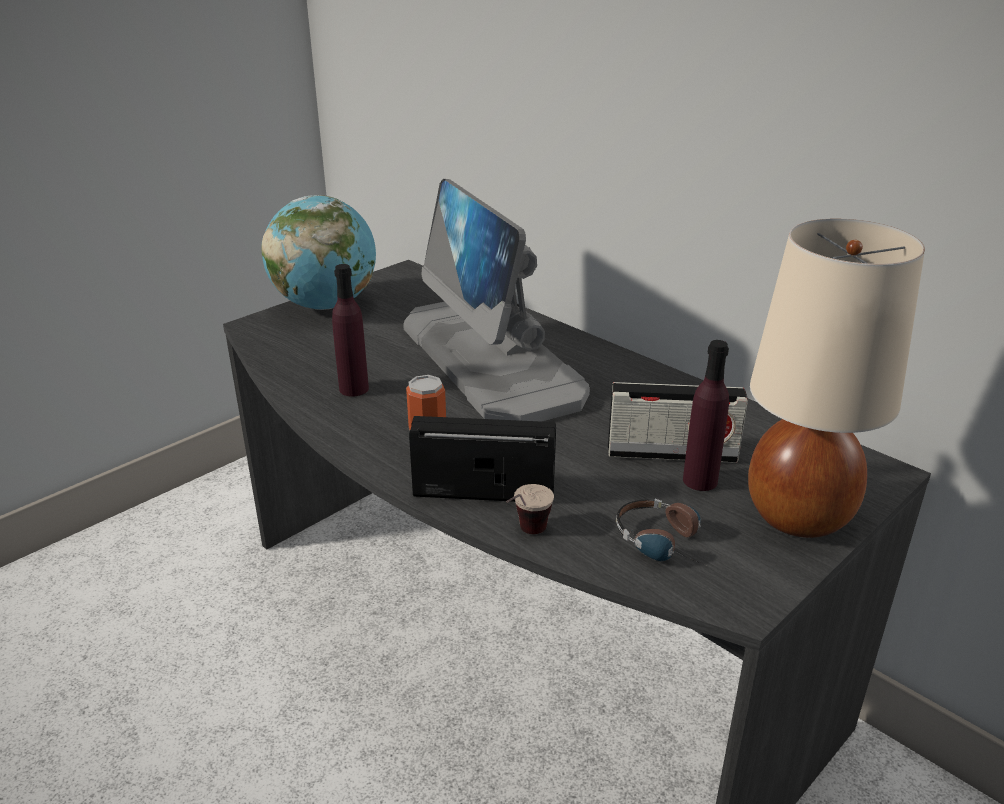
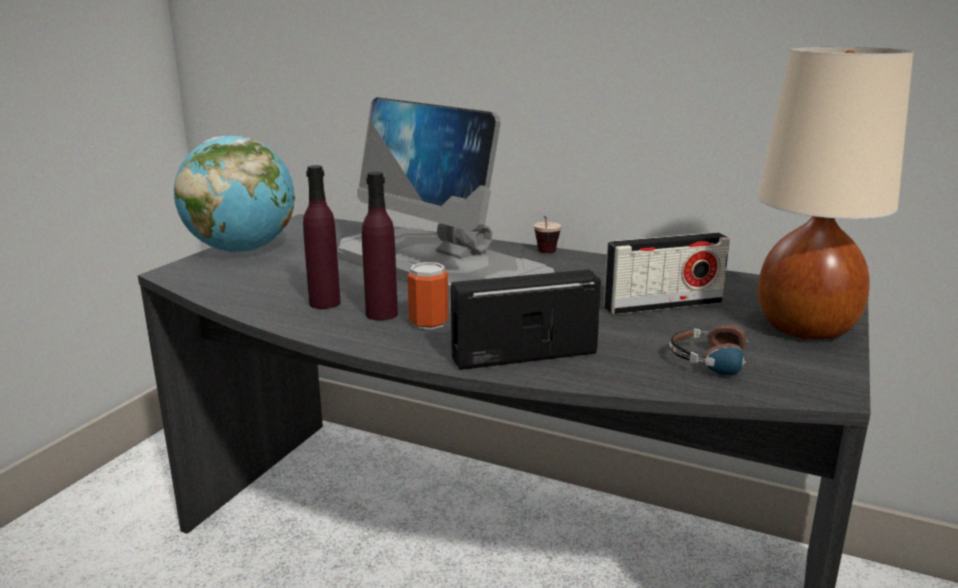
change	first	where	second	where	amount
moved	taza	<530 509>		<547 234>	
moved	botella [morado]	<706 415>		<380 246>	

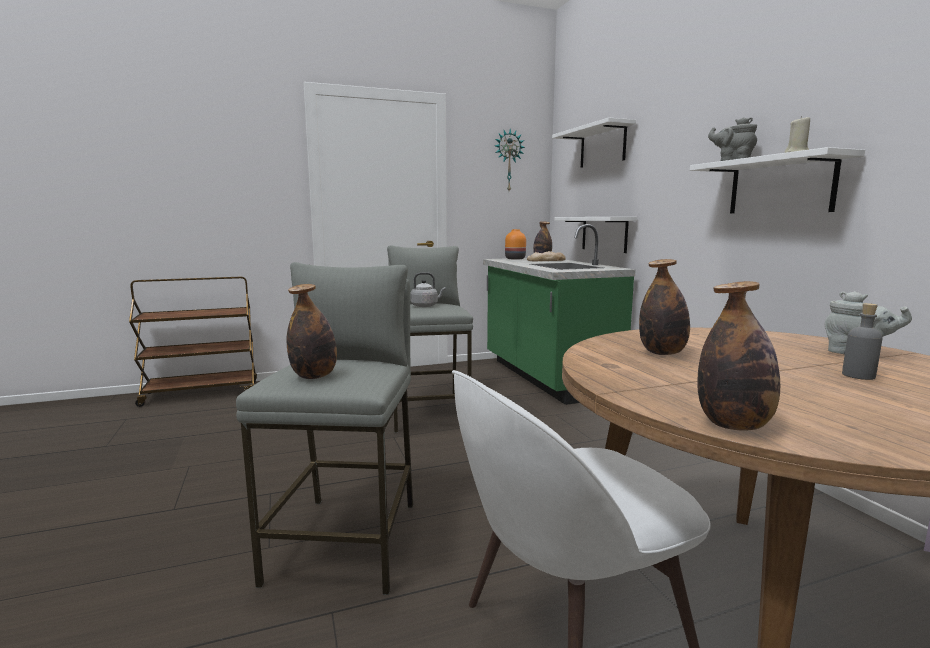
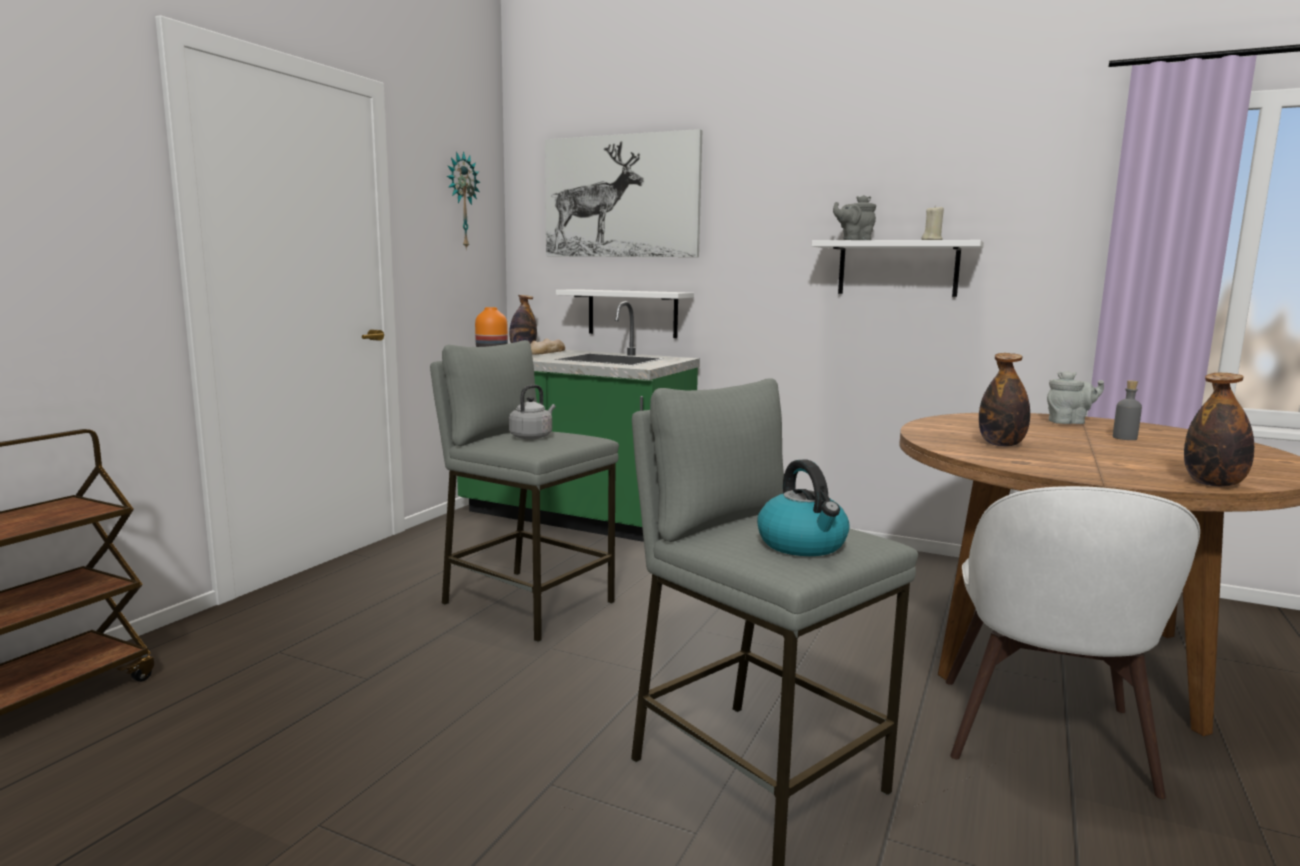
change	first	where	second	where	amount
replaced	botella	<312 331>	hervidor	<803 507>	
replaced	estante [blanco]	<594 142>	cuadro	<623 193>	

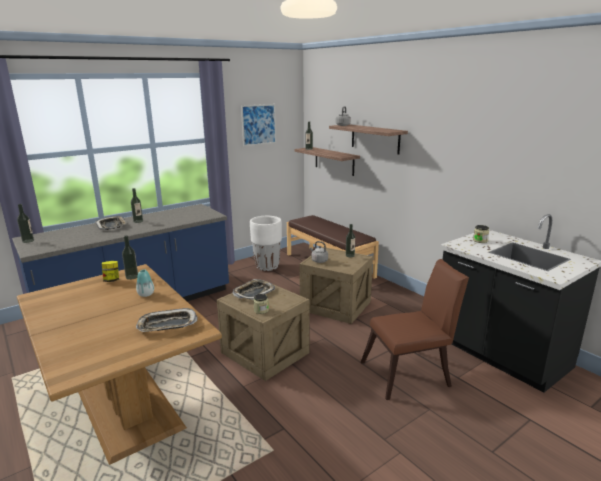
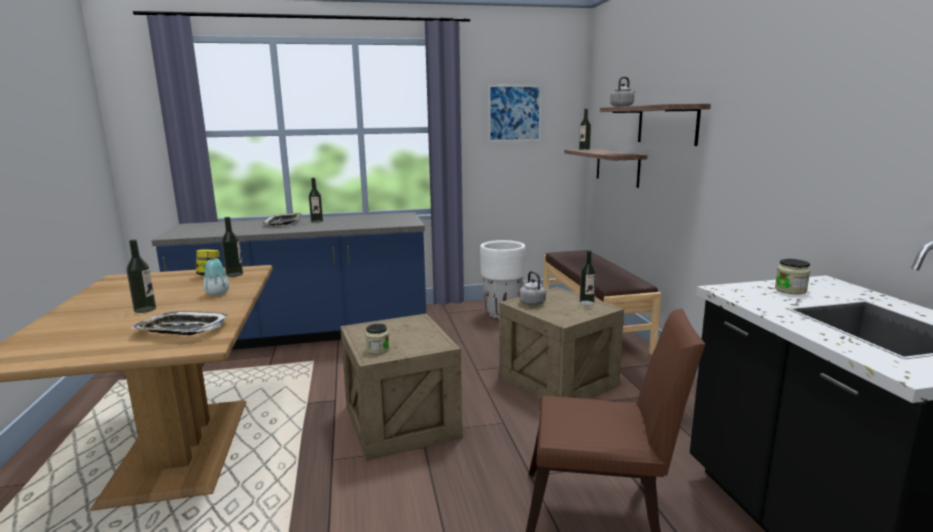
change	first	where	second	where	amount
removed	bandeja	<253 289>			
moved	botella	<25 223>		<141 276>	

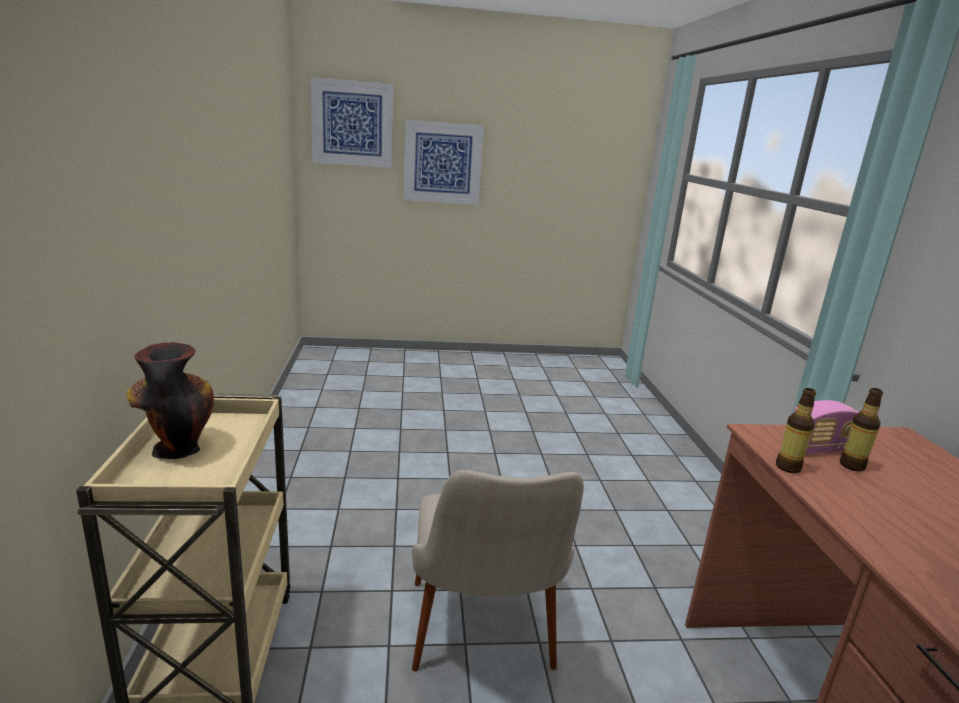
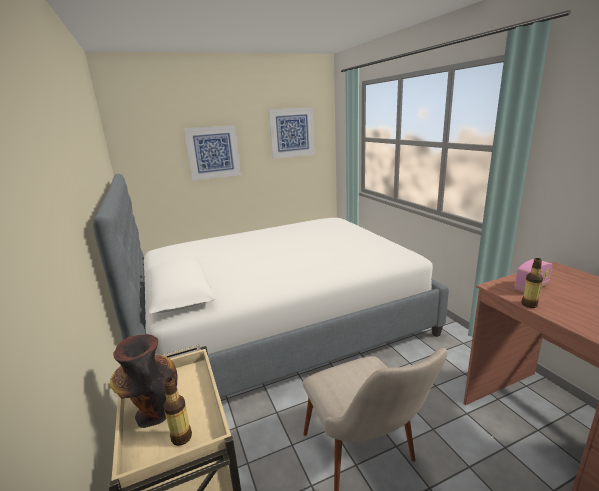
change	first	where	second	where	amount
added			cama	<271 286>	
moved	cuadro	<352 122>		<291 133>	
moved	botella	<861 429>		<177 411>	

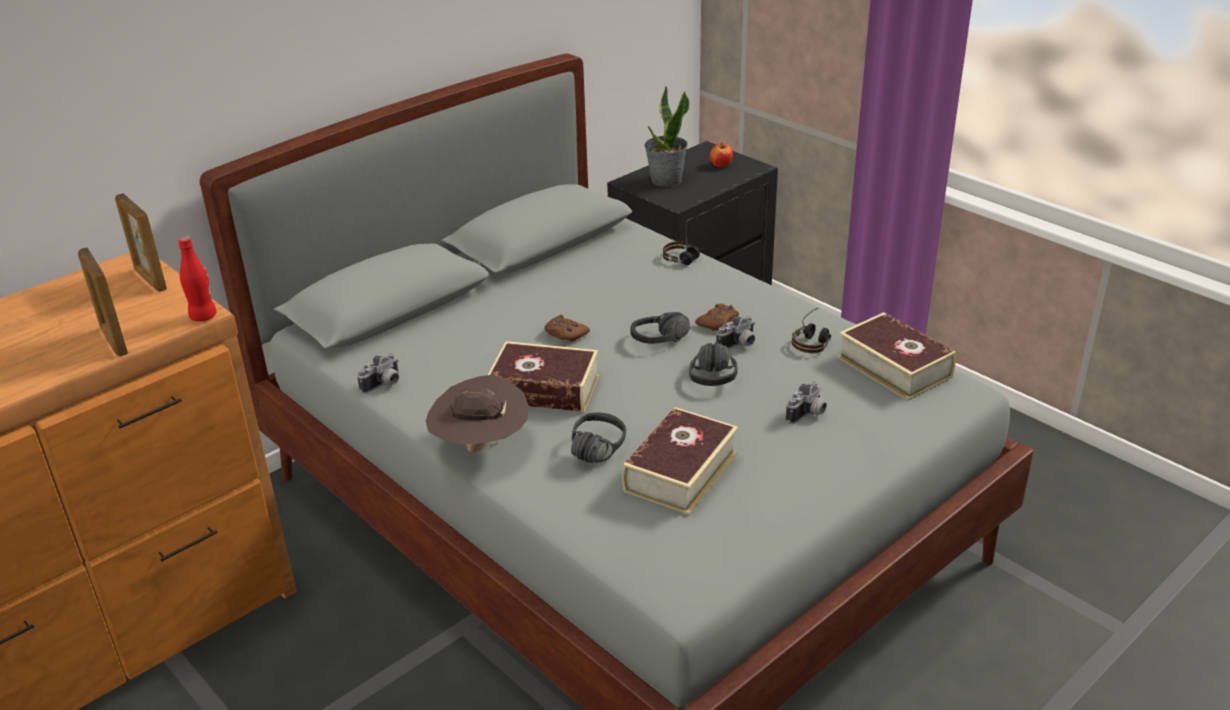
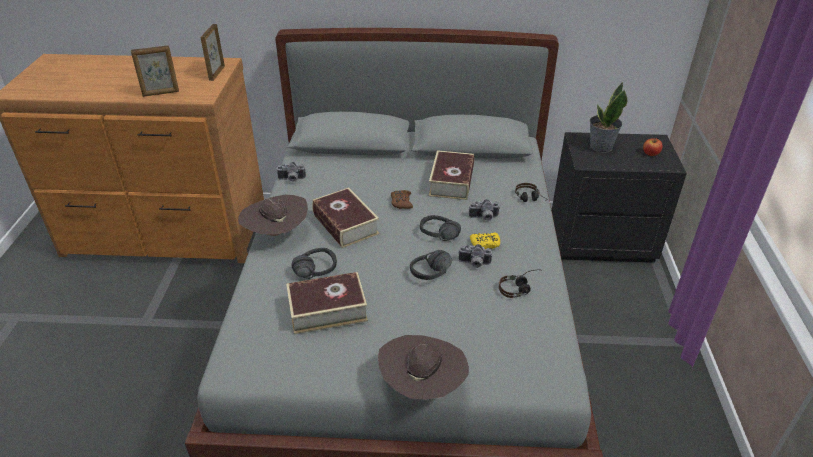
change	first	where	second	where	amount
removed	botella [rojo]	<197 279>			
added			sombrero [marrón]	<423 367>	
moved	cámara	<806 402>		<484 210>	
moved	libro	<896 356>		<451 175>	
recoloured	mando de consola [marrón]	<717 317>	mando de consola [amarillo]	<485 241>	
turned	portarretratos	<103 302>		<155 71>	120 degrees counterclockwise

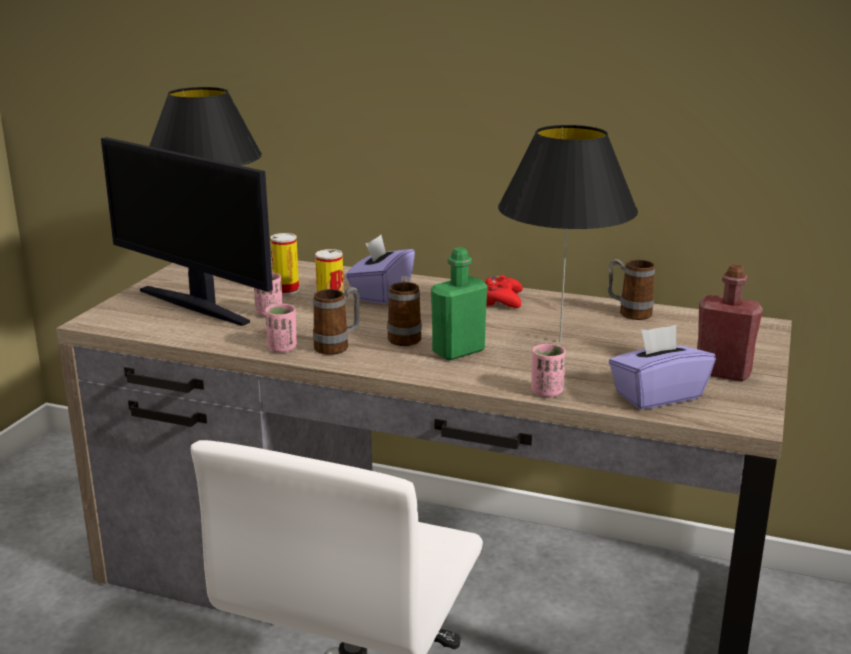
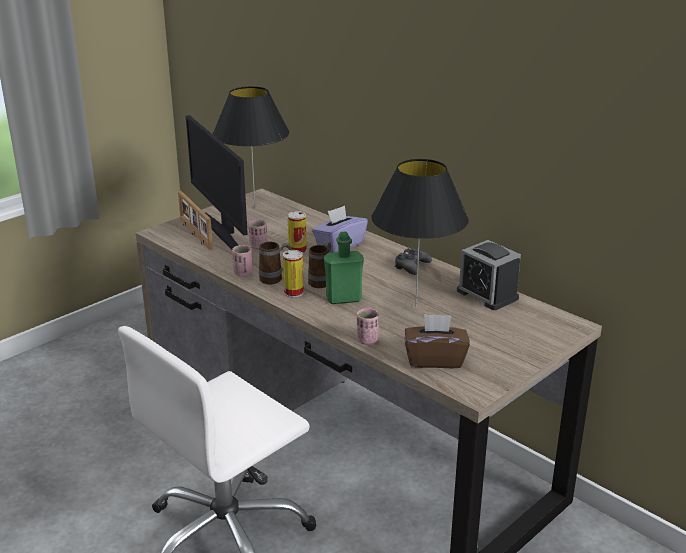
change	first	where	second	where	amount
removed	botella [rojo]	<730 322>			
added			portarretratos	<195 220>	
moved	lata	<284 264>		<293 274>	
replaced	taza grande	<631 289>	despertador	<489 275>	
recoloured	mando de consola [rojo]	<504 291>	mando de consola [negro]	<413 261>	
recoloured	caja de pañuelos [morado]	<662 367>	caja de pañuelos [marrón]	<437 341>	

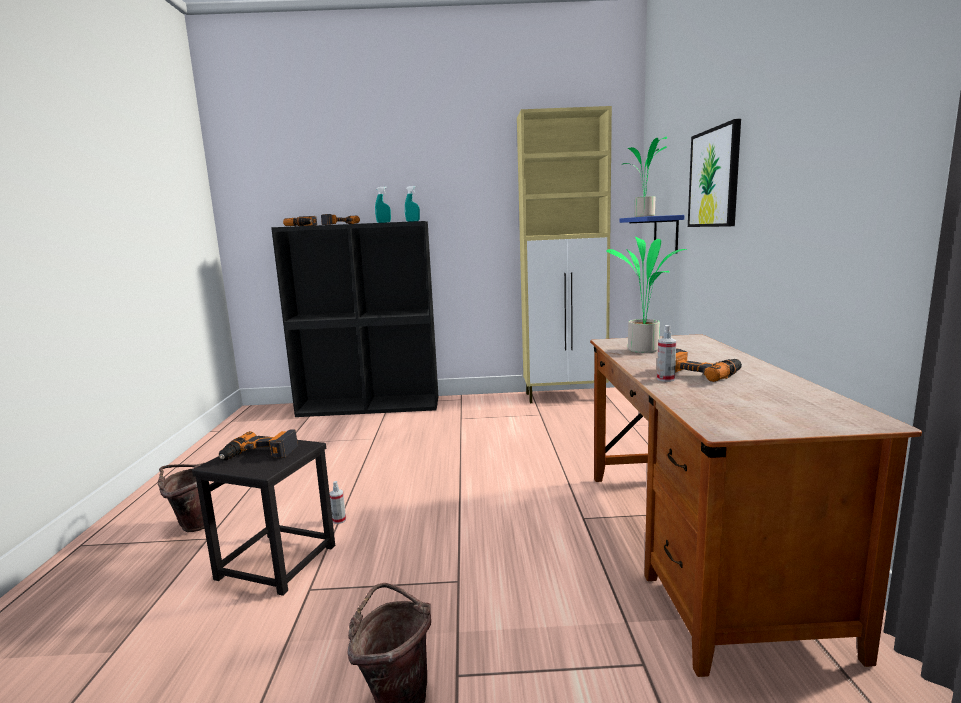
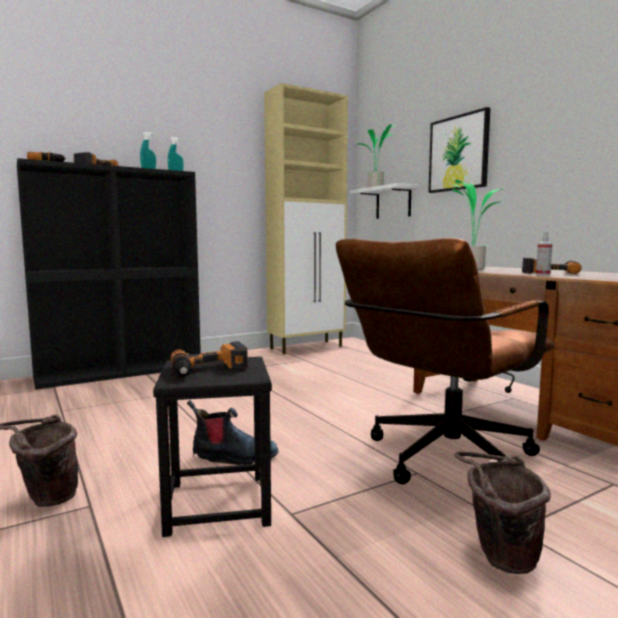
change	first	where	second	where	amount
added			silla de oficina [marrón]	<445 361>	
replaced	pulverizador	<338 502>	bota	<233 432>	
recoloured	estante [azul]	<652 234>	estante [blanco]	<384 201>	

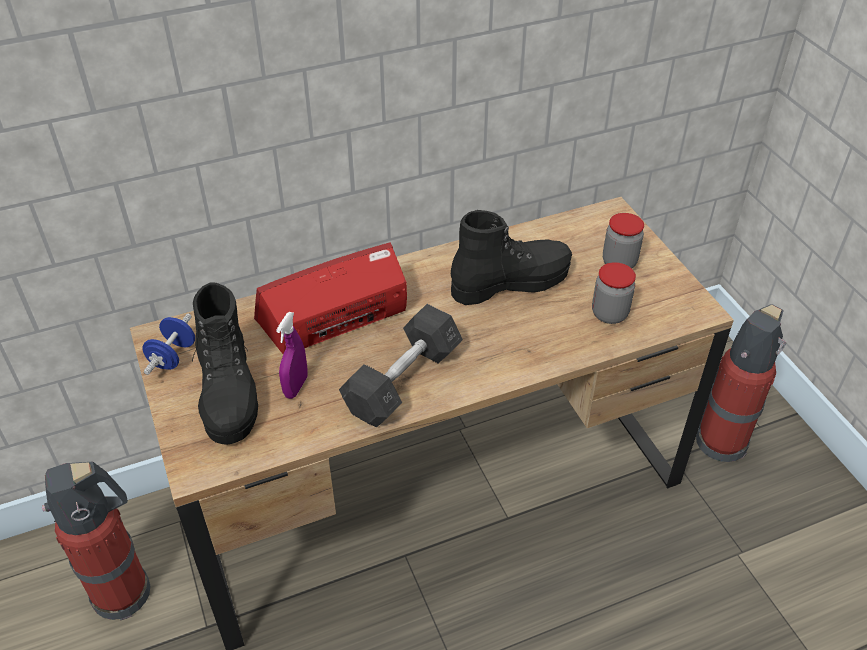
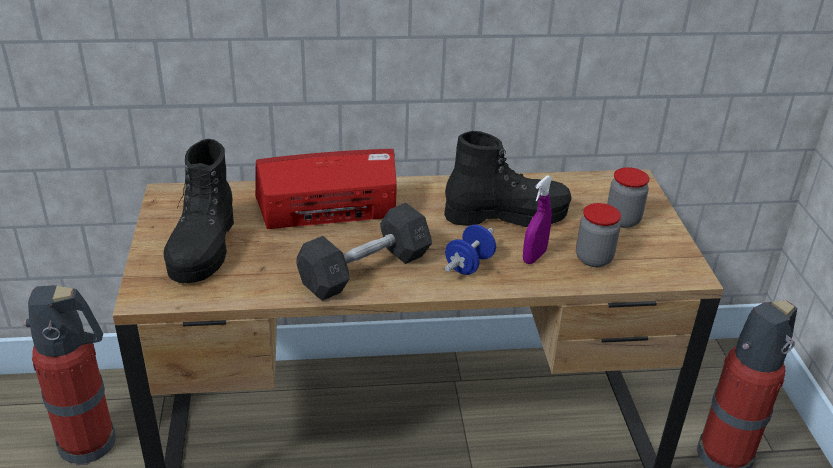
change	first	where	second	where	amount
moved	mancuerna [azul]	<168 344>		<470 250>	
moved	pulverizador [morado]	<292 355>		<538 219>	

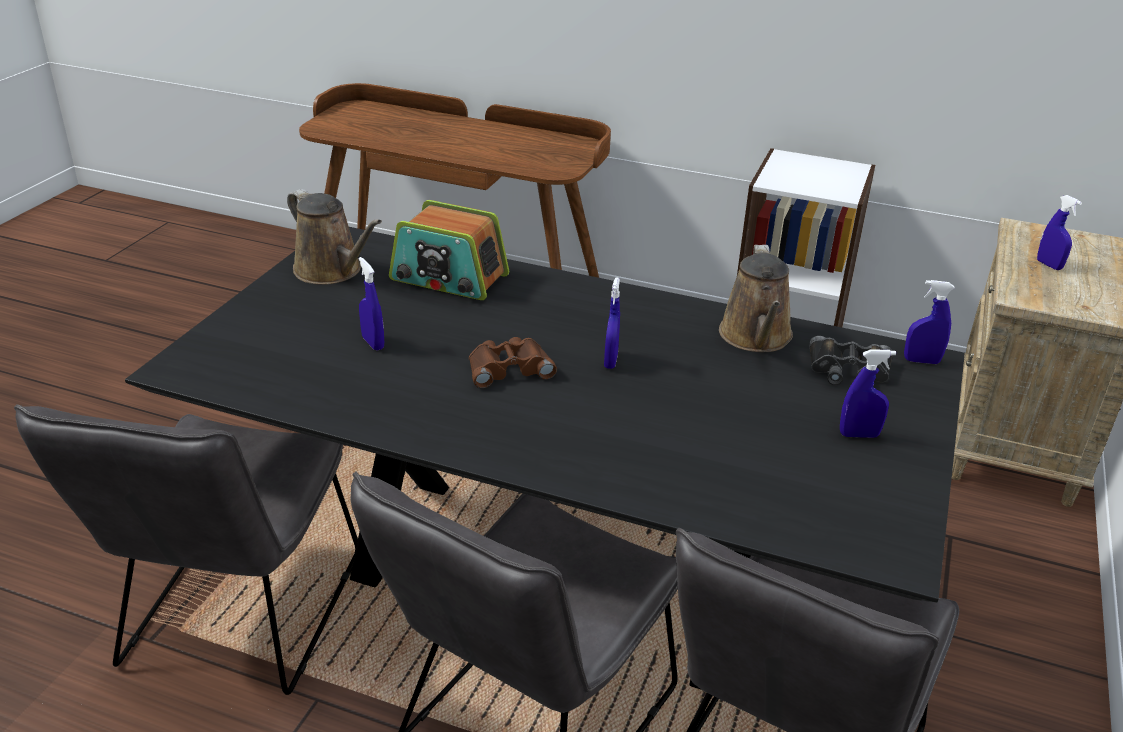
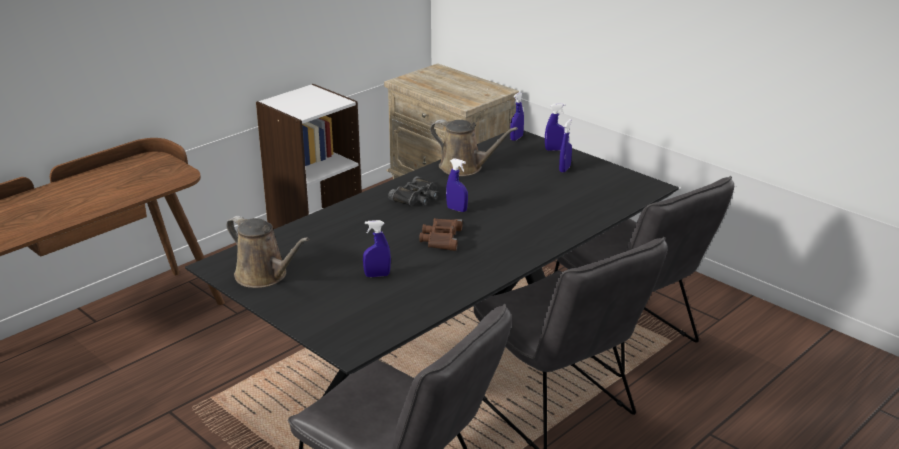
change	first	where	second	where	amount
removed	radio	<449 250>			
moved	prismáticos [negro]	<851 360>		<413 191>	
moved	pulverizador [azul]	<1059 232>		<555 127>	
turned	regadera [marrón]	<334 237>		<268 252>	60 degrees clockwise

